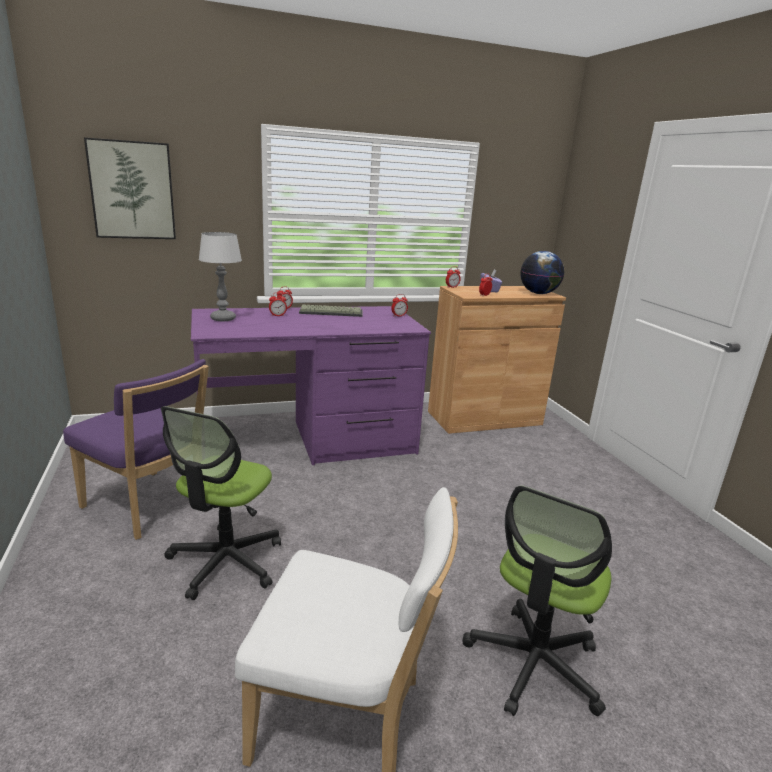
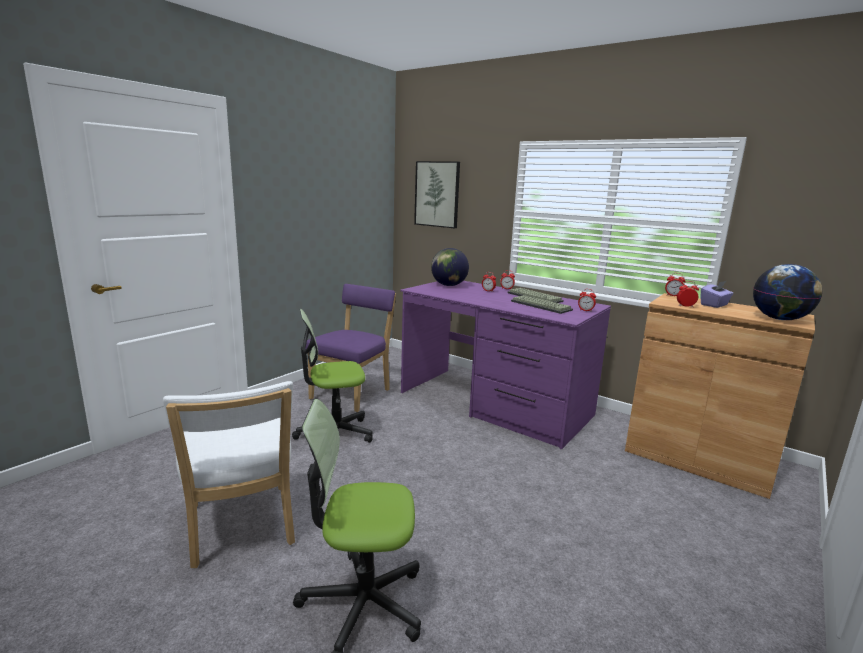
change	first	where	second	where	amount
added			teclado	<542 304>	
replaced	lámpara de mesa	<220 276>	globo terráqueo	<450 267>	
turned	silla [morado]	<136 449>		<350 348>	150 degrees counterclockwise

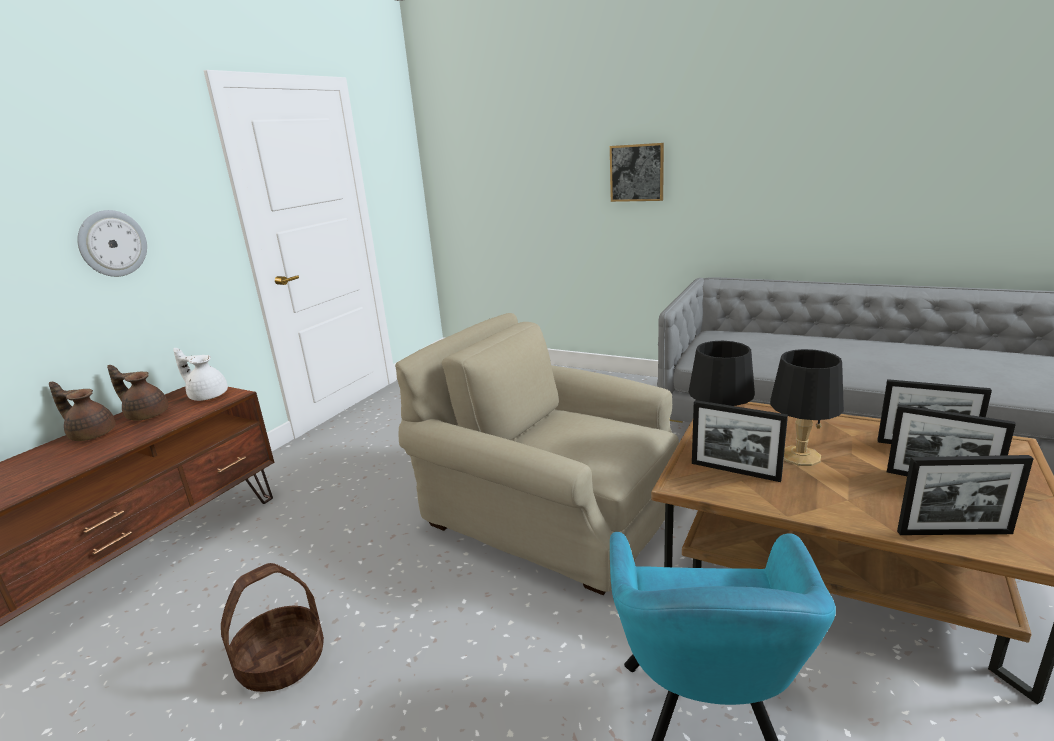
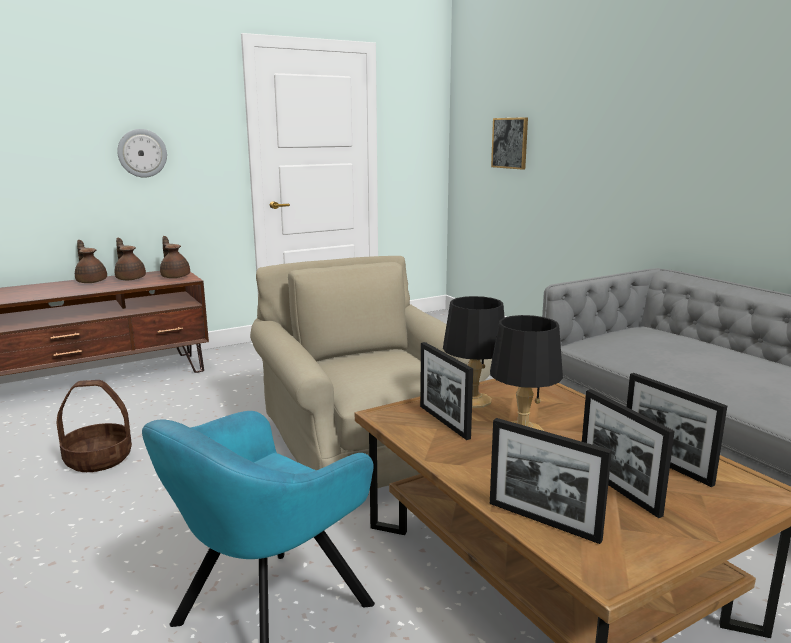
change	first	where	second	where	amount
moved	cuadro	<637 172>		<509 143>	
recoloured	tetera [blanco]	<200 374>	tetera [marrón]	<175 257>	

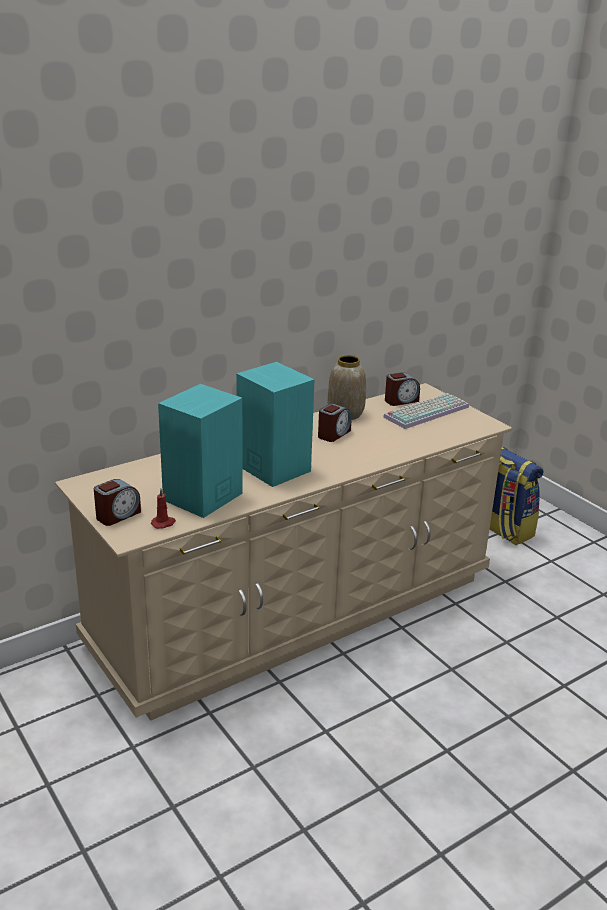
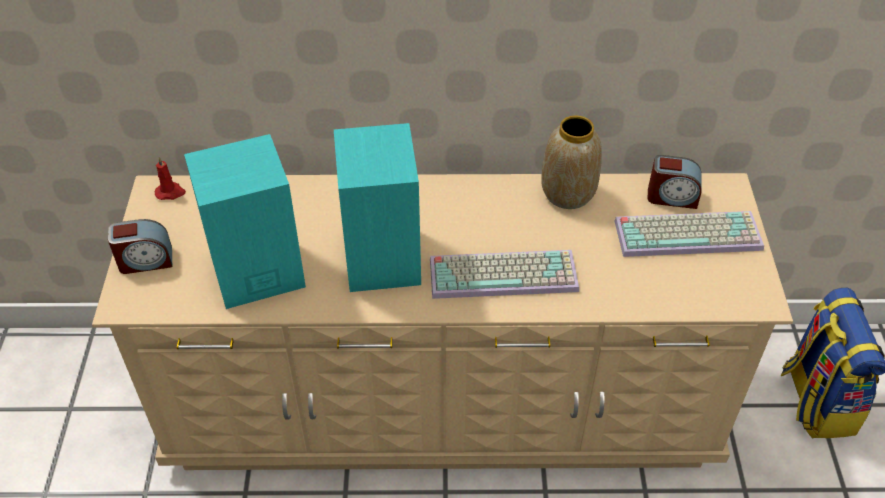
change	first	where	second	where	amount
removed	despertador	<335 423>			
added			teclado	<504 274>	
moved	vela [rojo]	<163 509>		<170 178>	

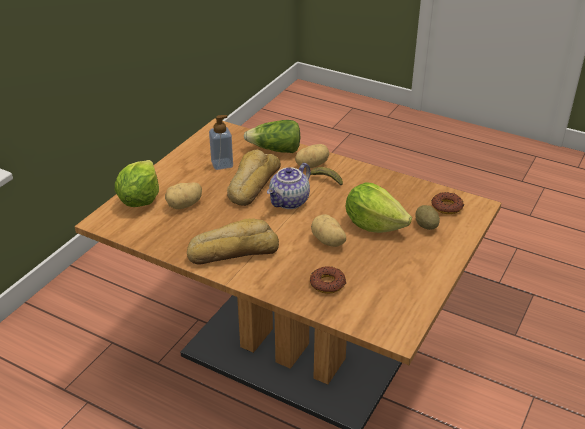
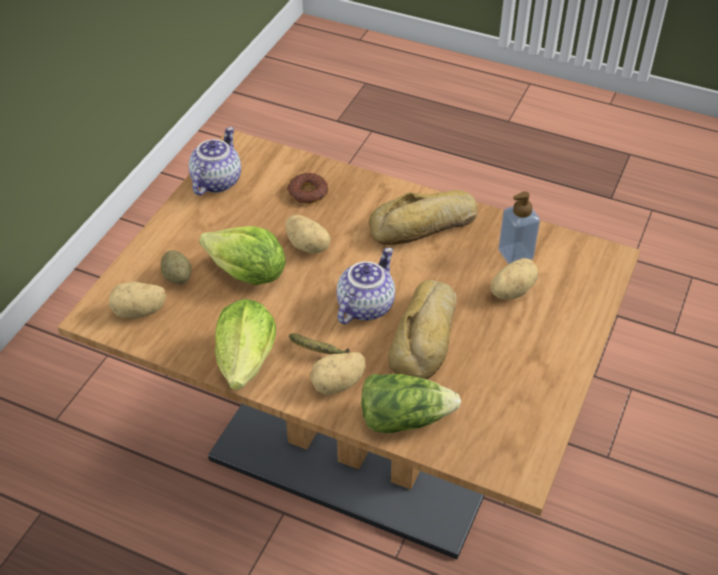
change	first	where	second	where	amount
added			tetera	<214 161>	
moved	lechuga	<137 183>		<245 344>	
moved	dispensador de jabón	<221 142>		<519 227>	
replaced	rosquilla	<448 203>	patata	<137 300>	

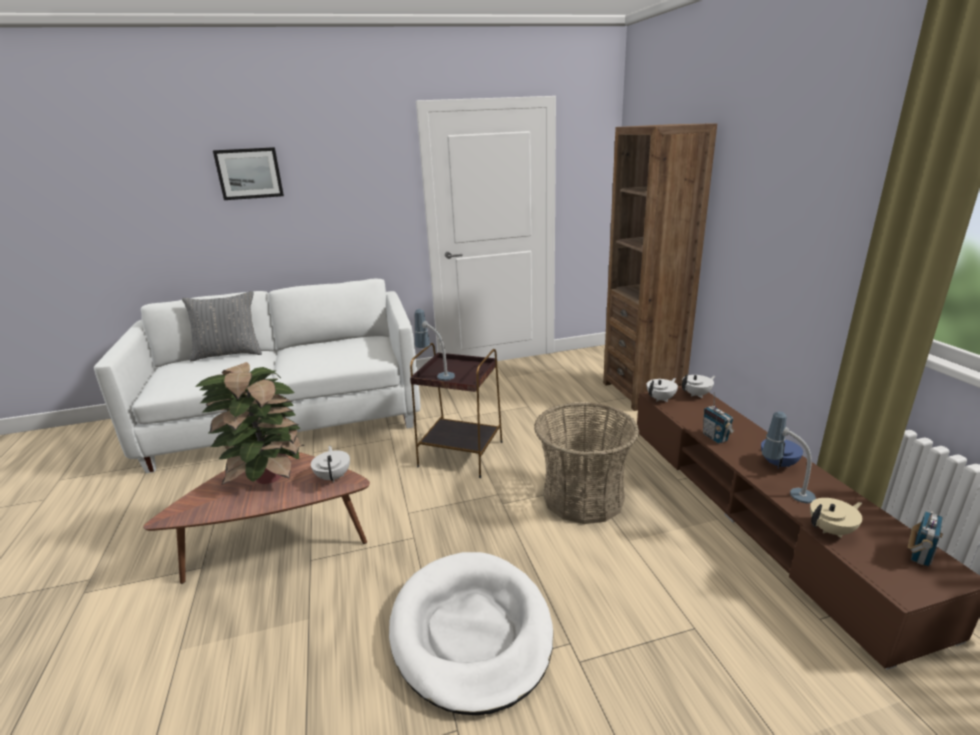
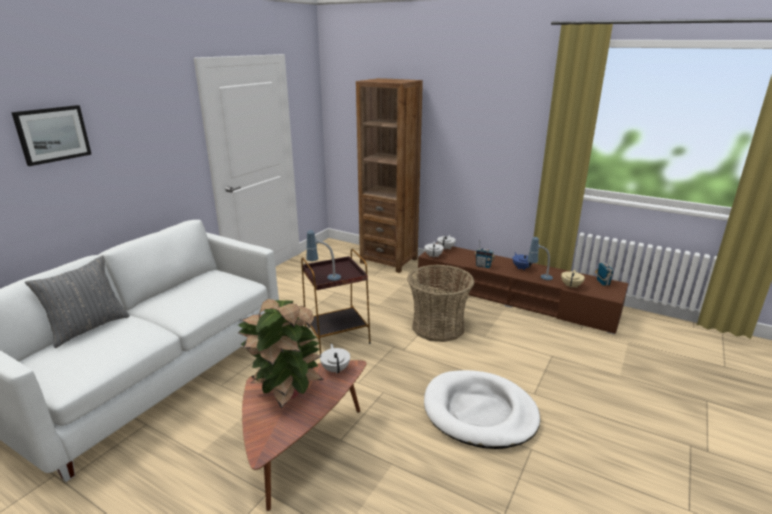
change	first	where	second	where	amount
turned	tetera [blanco]	<330 464>		<335 359>	45 degrees clockwise

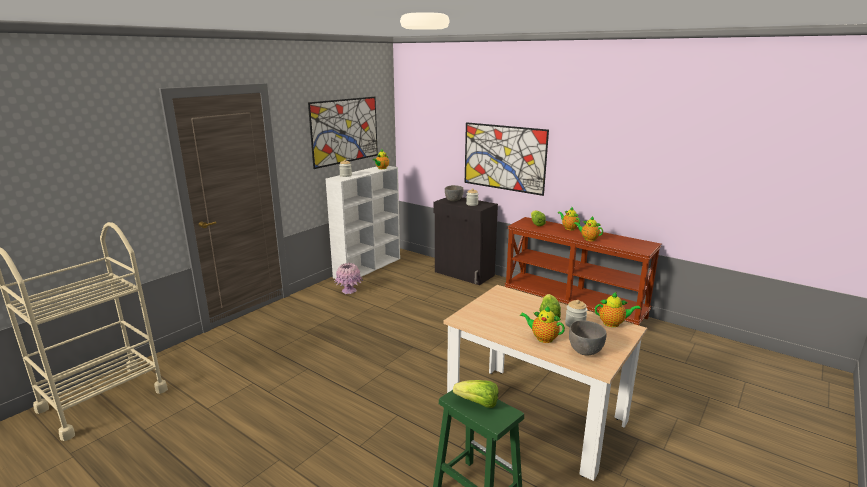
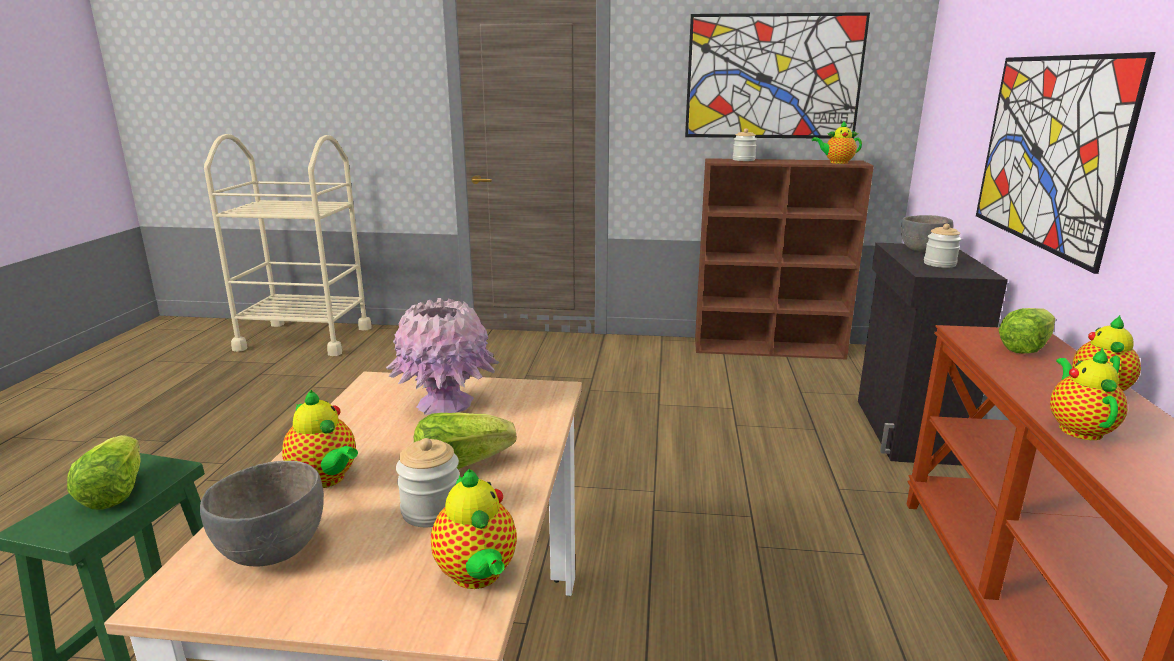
change	first	where	second	where	amount
moved	florero [rosa]	<348 278>		<443 356>	
recoloured	estantería [blanco]	<363 222>	estantería [marrón]	<784 259>	
turned	tetera	<542 324>		<320 439>	135 degrees clockwise

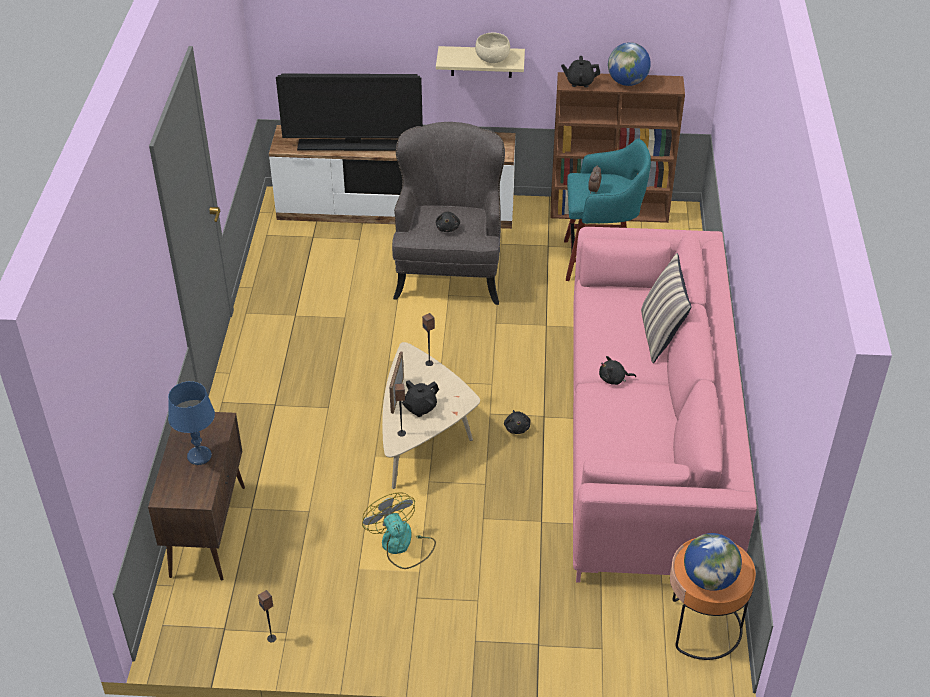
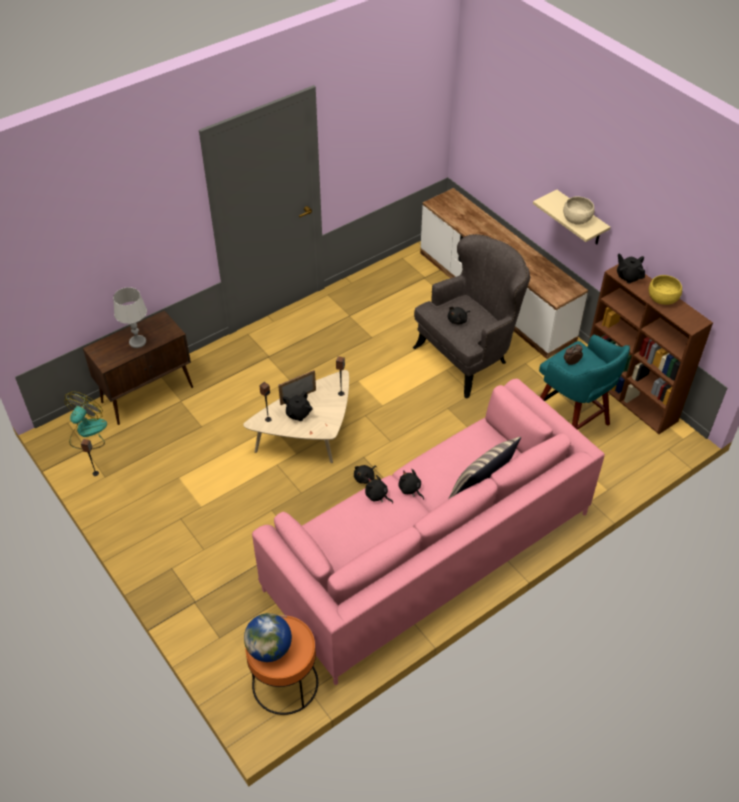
change	first	where	second	where	amount
removed	televisor	<349 112>			
added			peluche [negro]	<379 489>	
moved	ventilador	<399 530>		<85 420>	
replaced	globo terráqueo	<629 64>	cuenco [amarillo]	<665 290>	
recoloured	lámpara de mesa [azul]	<191 423>	lámpara de mesa [gris]	<130 317>	
turned	tetera [negro]	<420 398>		<298 406>	75 degrees counterclockwise

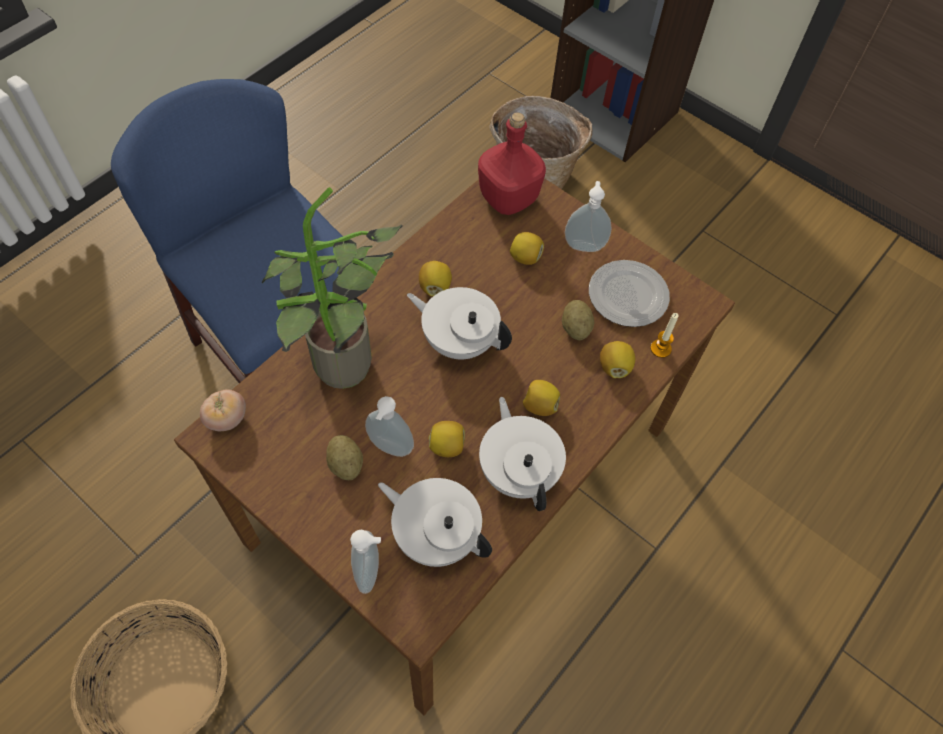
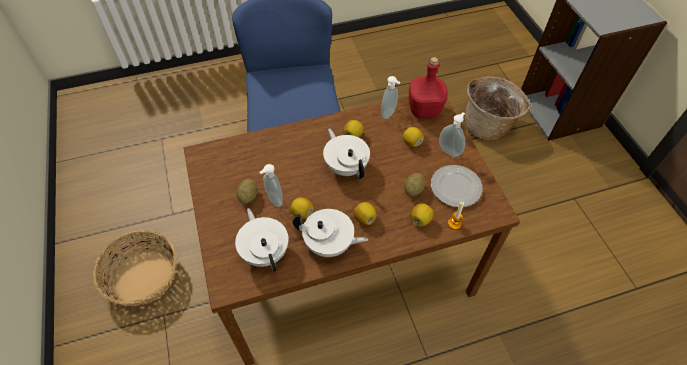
change	first	where	second	where	amount
removed	tomate	<223 410>			
removed	planta en maceta	<332 288>			
moved	dispensador de jabón	<365 561>		<391 97>	
turned	tetera [blanco]	<522 454>		<330 233>	90 degrees clockwise

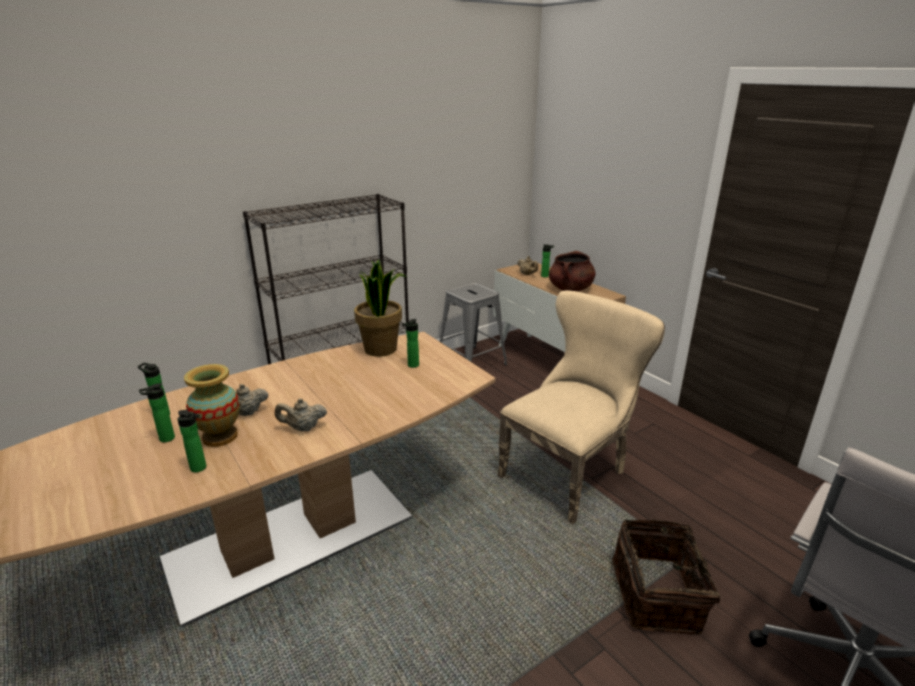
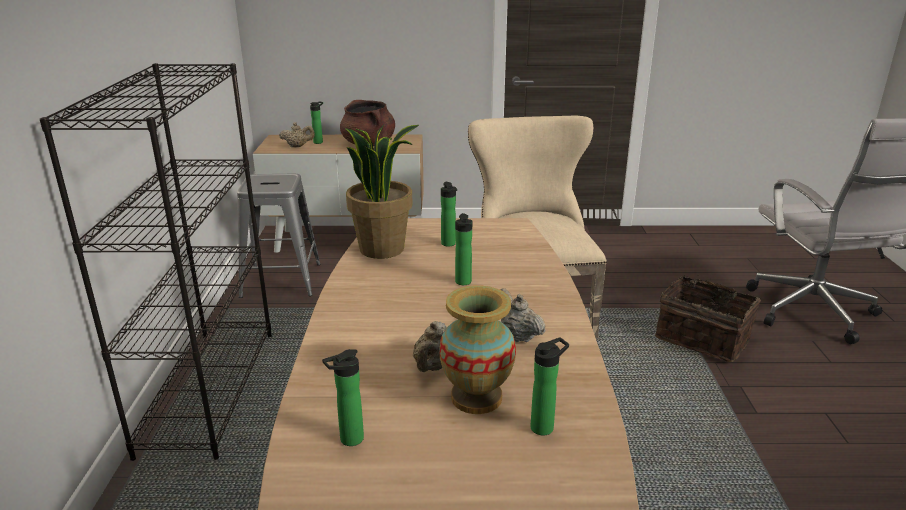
change	first	where	second	where	amount
moved	botella	<157 412>		<463 249>	
turned	tetera [beis]	<301 414>		<523 315>	120 degrees clockwise

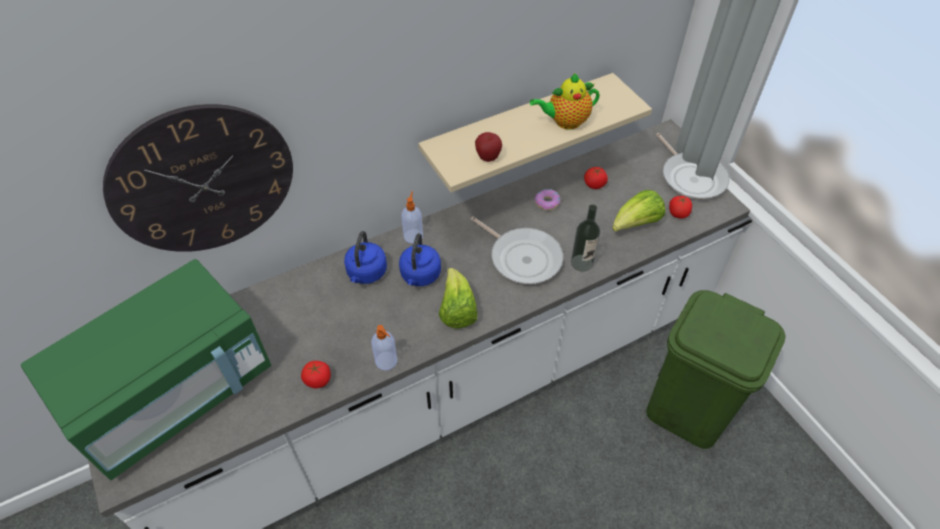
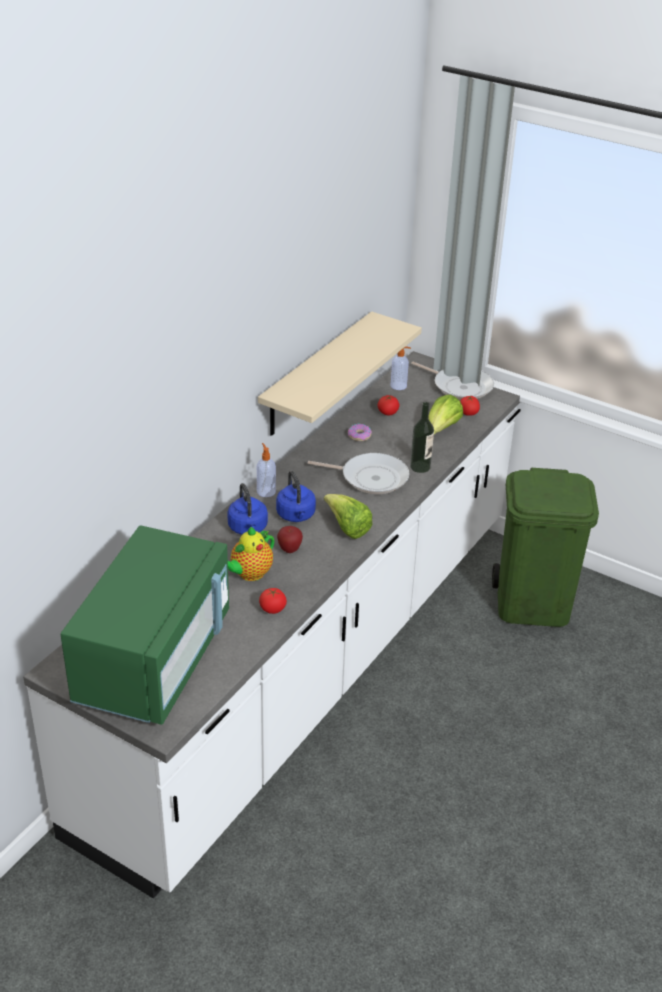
change	first	where	second	where	amount
removed	reloj de pared	<198 178>			
moved	dispensador de jabón	<384 347>		<400 368>	
moved	manzana	<488 147>		<290 539>	
moved	tetera	<565 101>		<251 554>	

